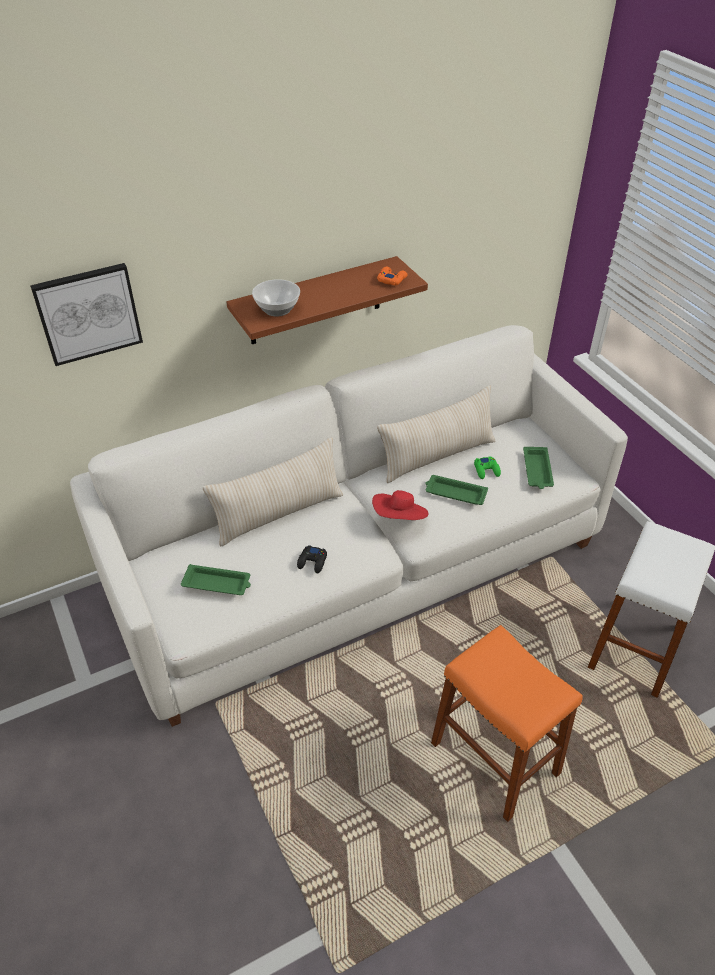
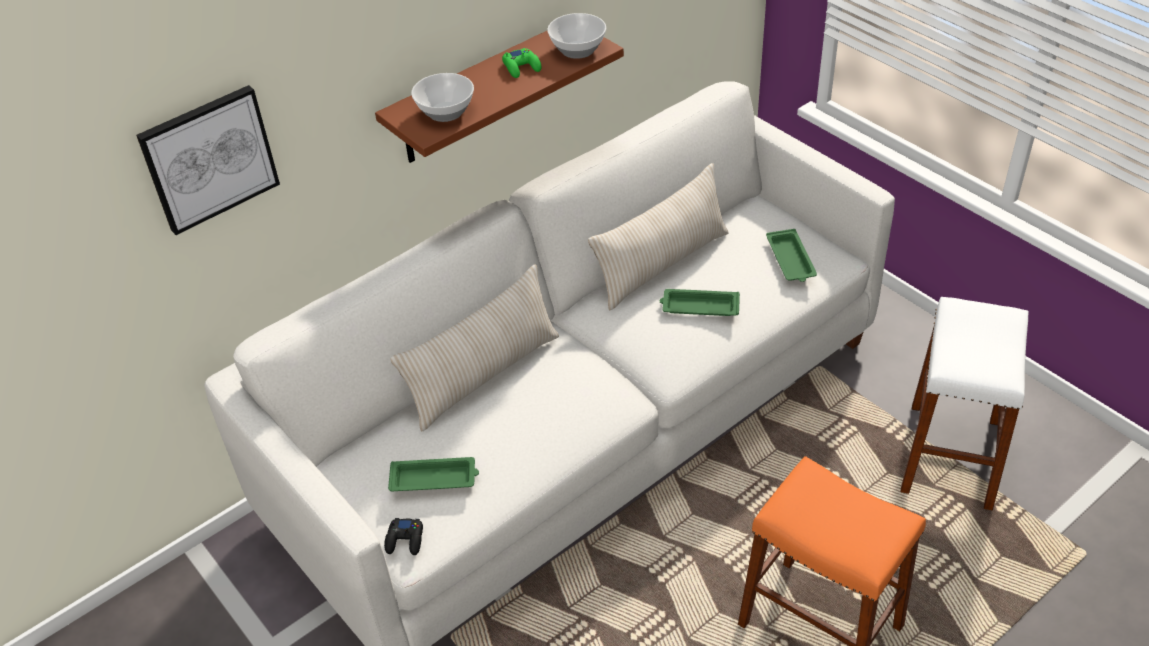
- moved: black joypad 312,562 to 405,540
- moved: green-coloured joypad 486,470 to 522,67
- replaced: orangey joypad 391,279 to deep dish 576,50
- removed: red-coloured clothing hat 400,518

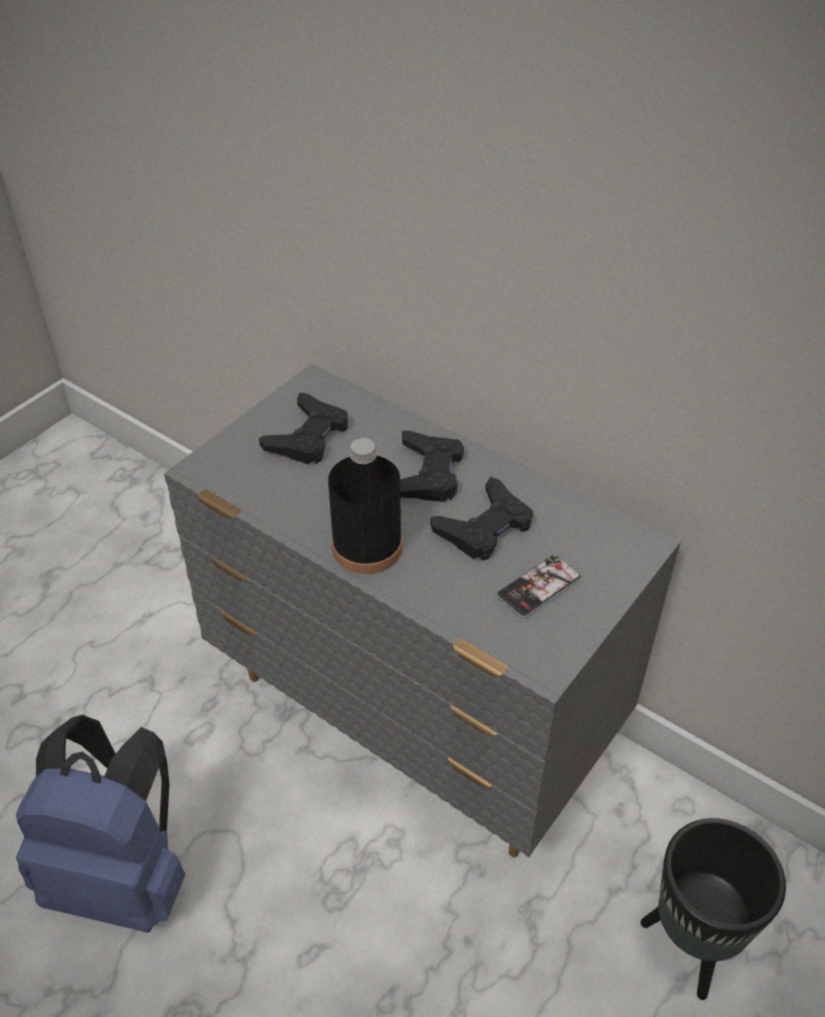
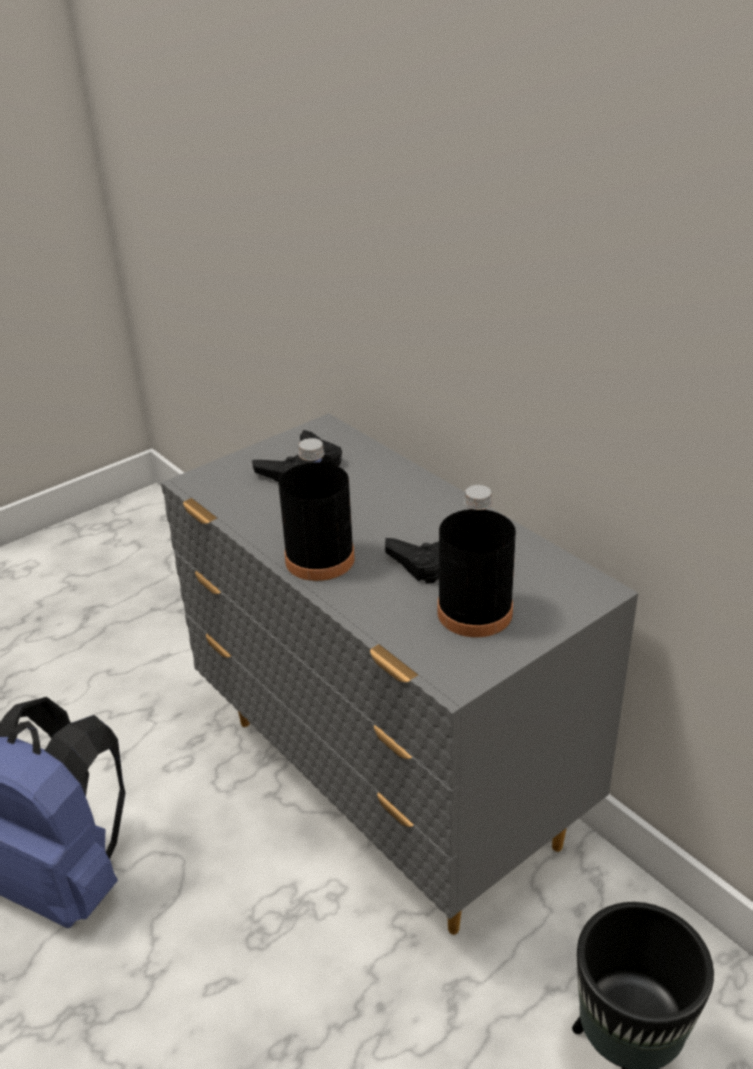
- replaced: telephone 539,587 to black drink bottle 474,612
- removed: black joypad 427,474

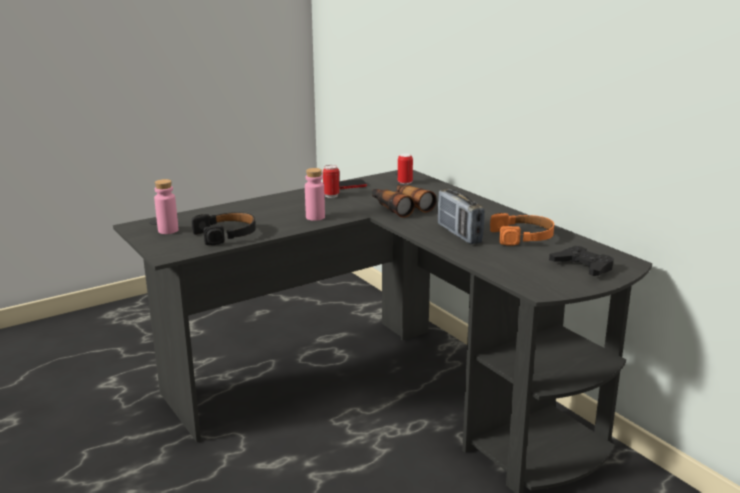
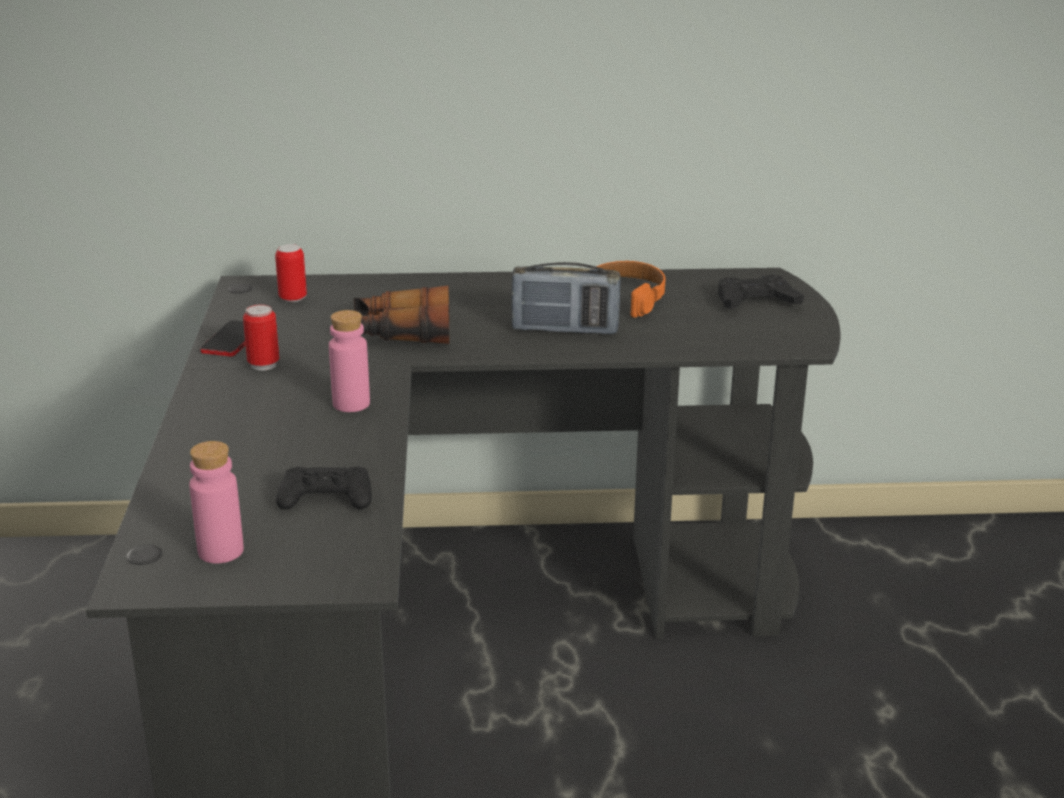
- replaced: black headset 226,234 to black joypad 326,497

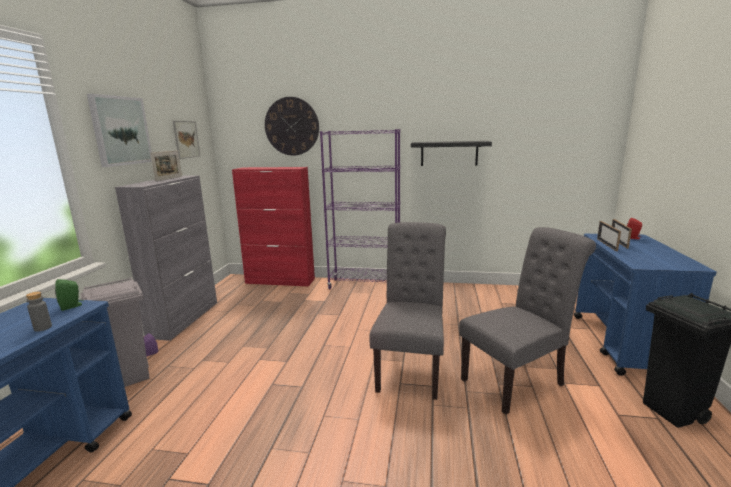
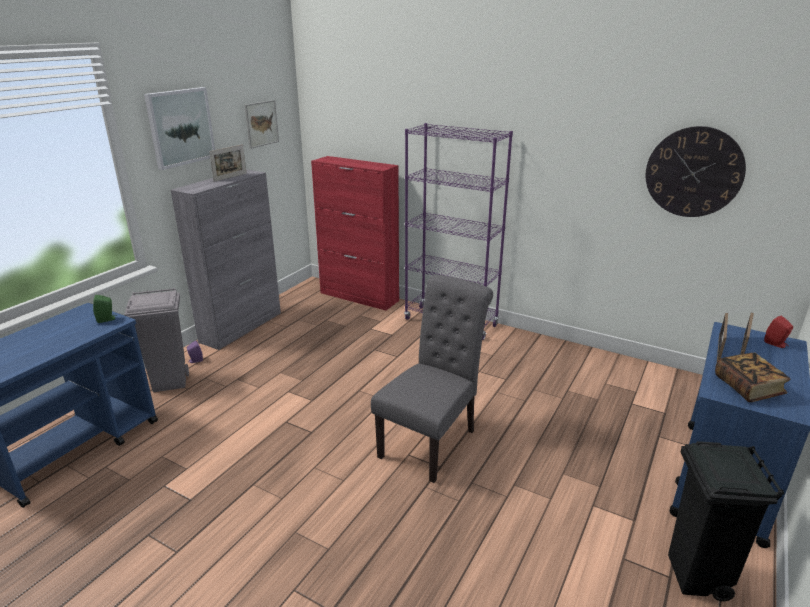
- moved: hanging clock 292,126 to 693,172
- added: bound book 747,388
- removed: gray drink bottle 43,328
- removed: black wall shelf 449,153
- removed: gray chair 517,381

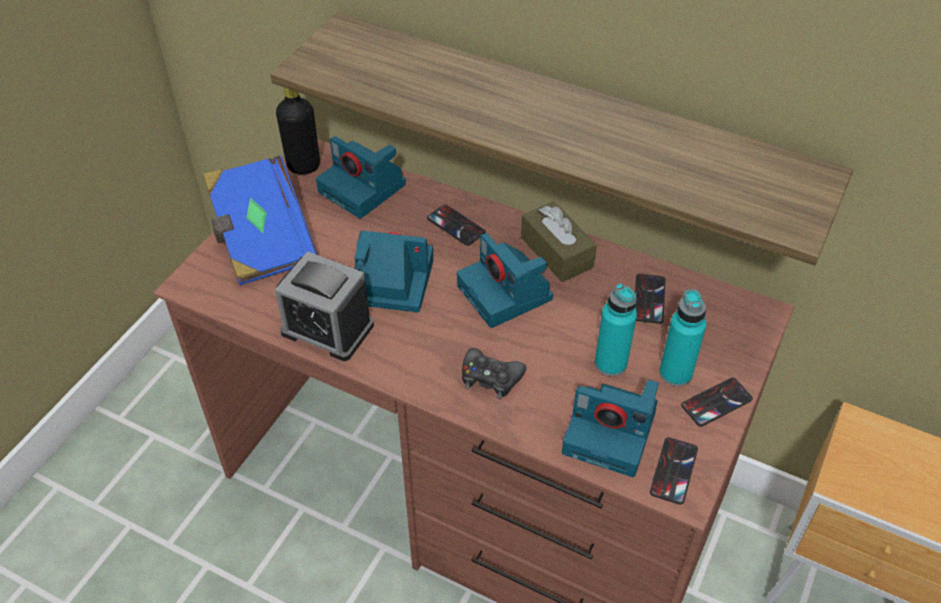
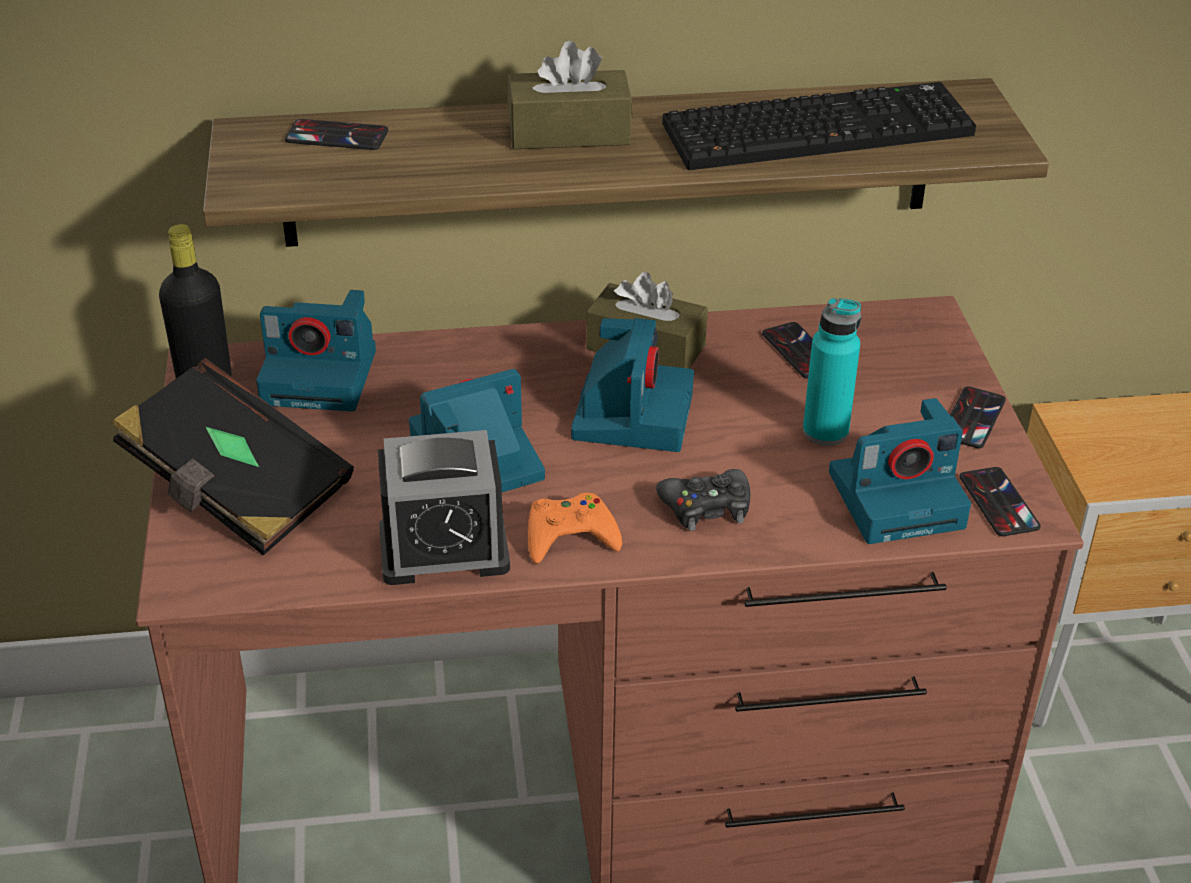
- recoloured: blue-coloured bound book 262,239 to black bound book 236,489
- moved: telephone 456,225 to 337,136
- added: brown tissue box 569,132
- added: orangey joypad 570,536
- turned: photo camera 506,293 = 632,414 105 degrees counterclockwise
- added: PC keyboard 819,128
- removed: turquoise drink bottle 675,373

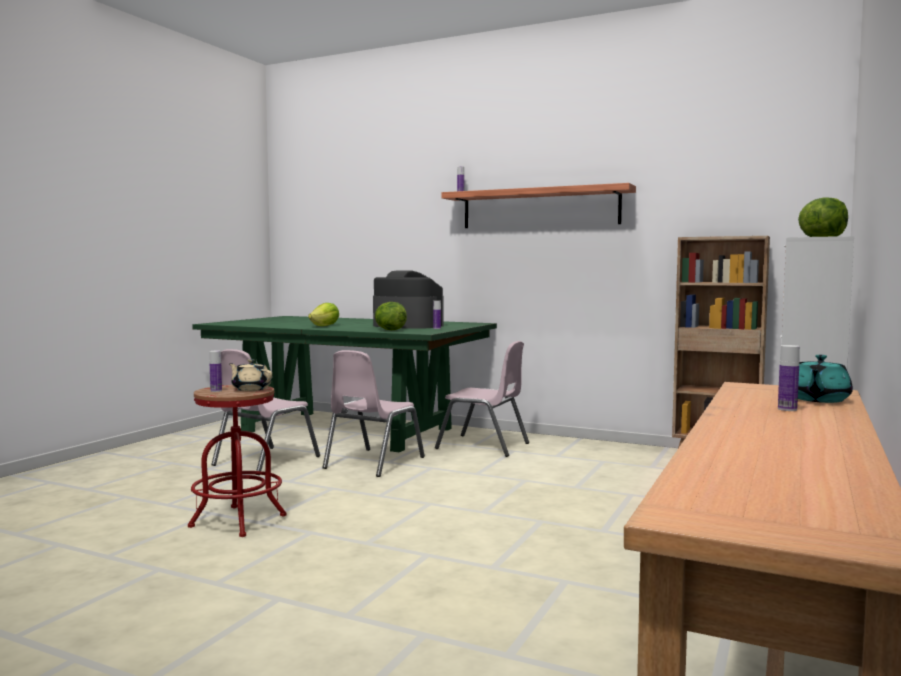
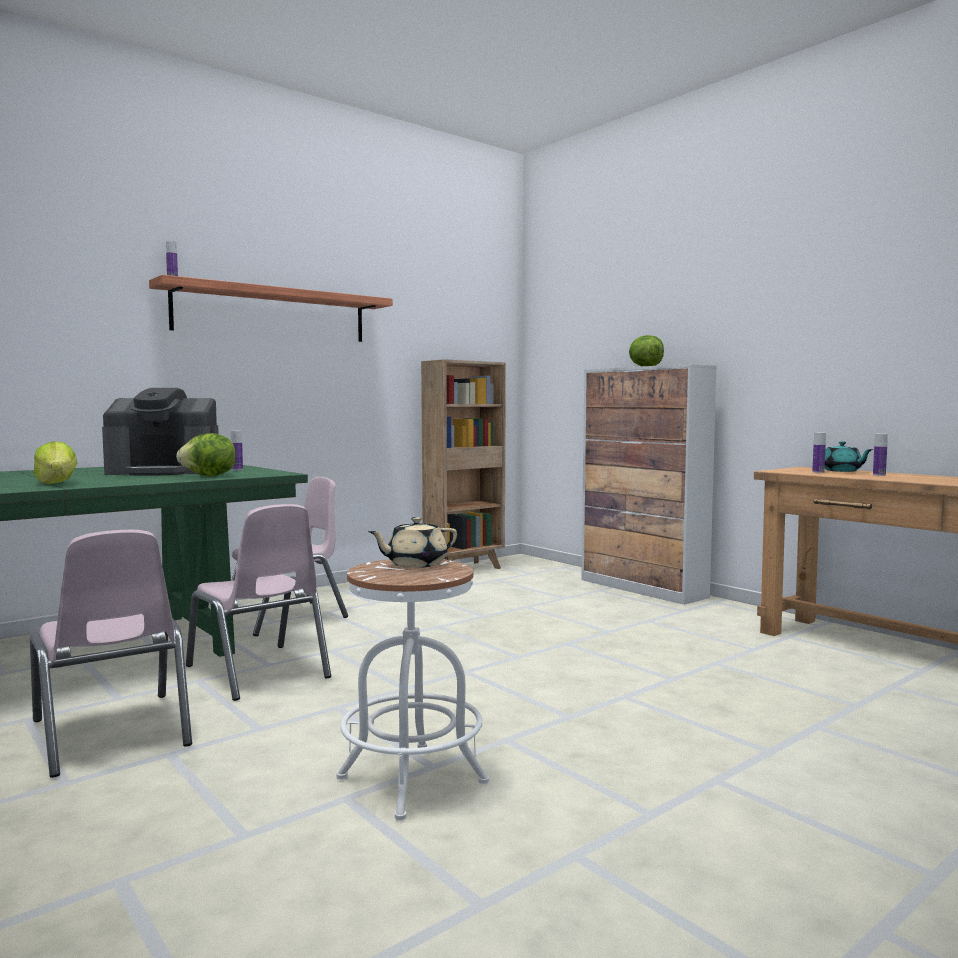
- turned: coffee machine 407,326 = 165,471 150 degrees counterclockwise
- recoloured: red-coloured stool 238,521 to white stool 412,780
- moved: drink bottle 216,391 to 818,472

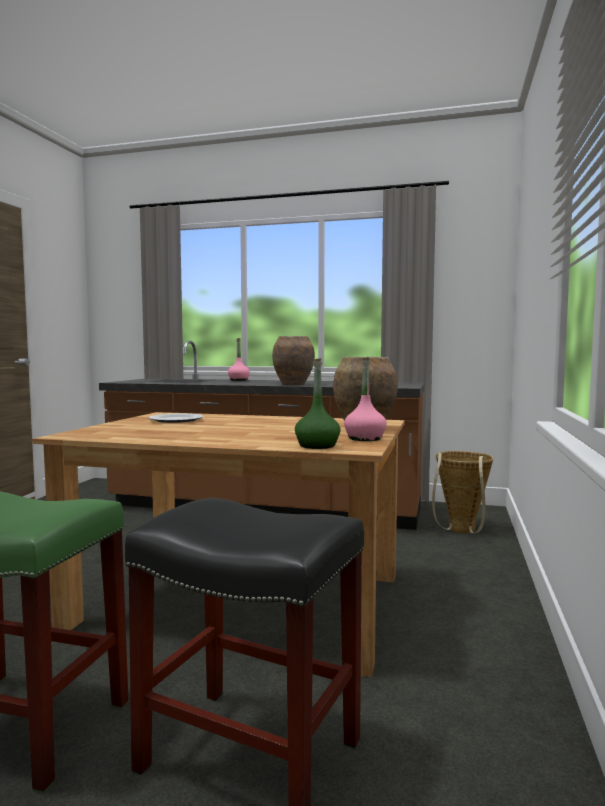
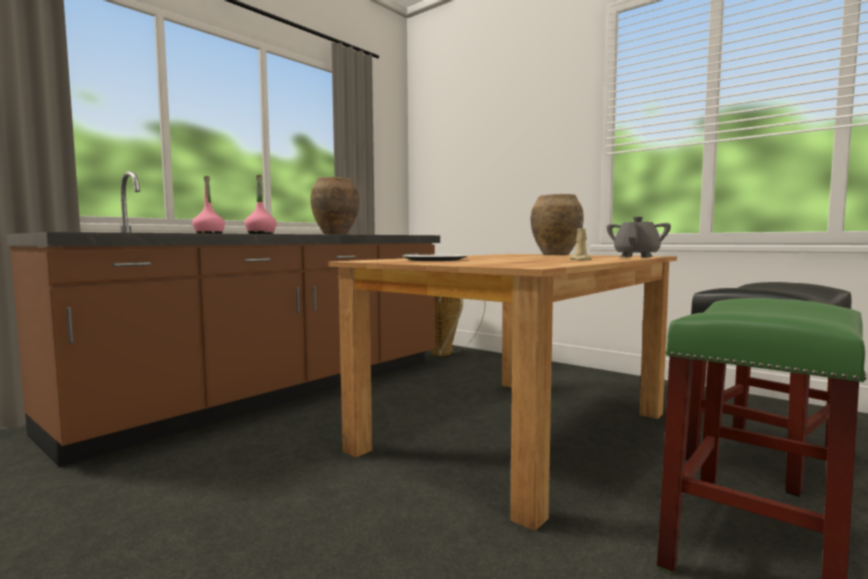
- moved: pink-coloured drink bottle 364,438 to 260,234
- added: sand-coloured wax candle 581,260
- replaced: green-coloured drink bottle 317,446 to gray pot for tea 636,256

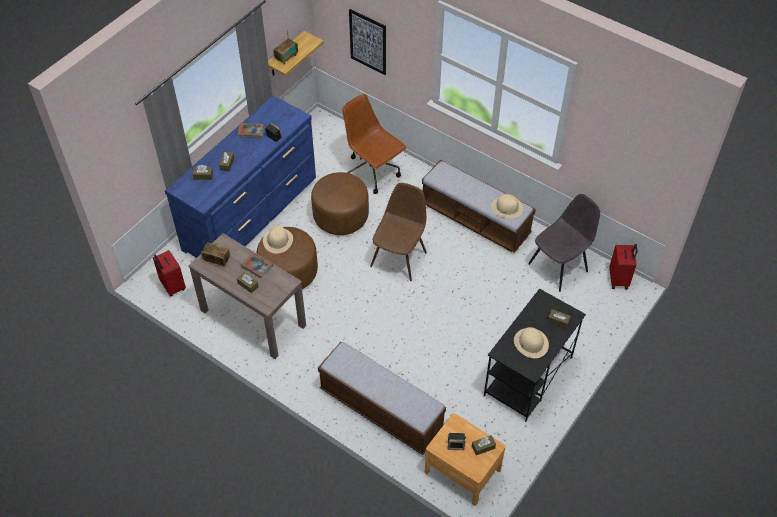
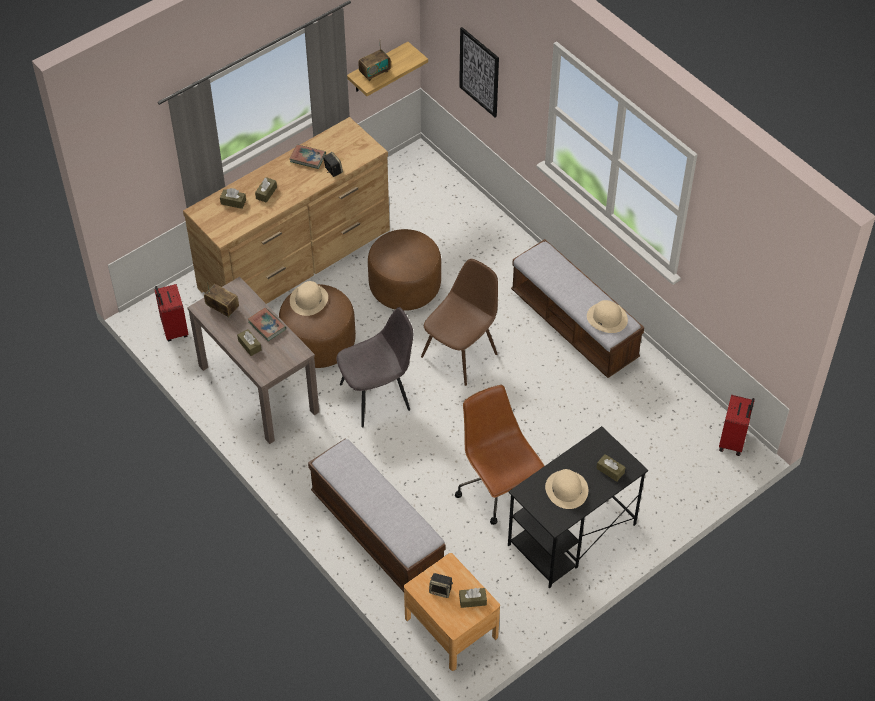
- recoloured: blue-coloured dresser 251,213 to brown dresser 296,259
- moved: gray chair 559,267 to 377,396
- moved: brown computer chair 373,173 to 498,490

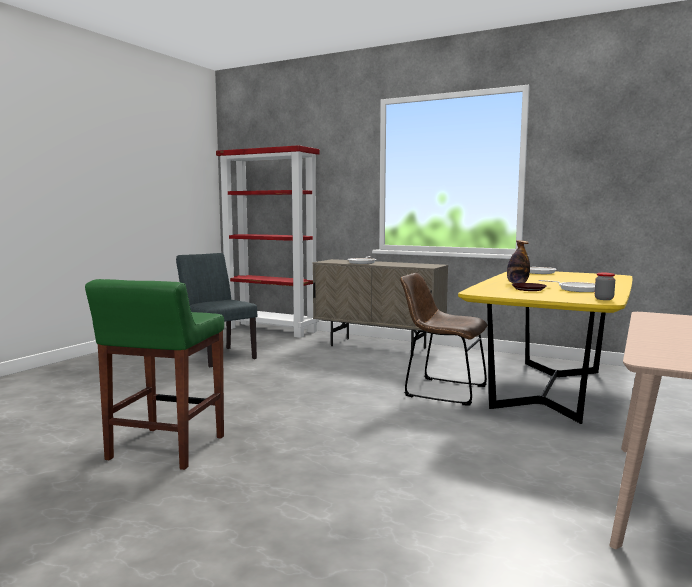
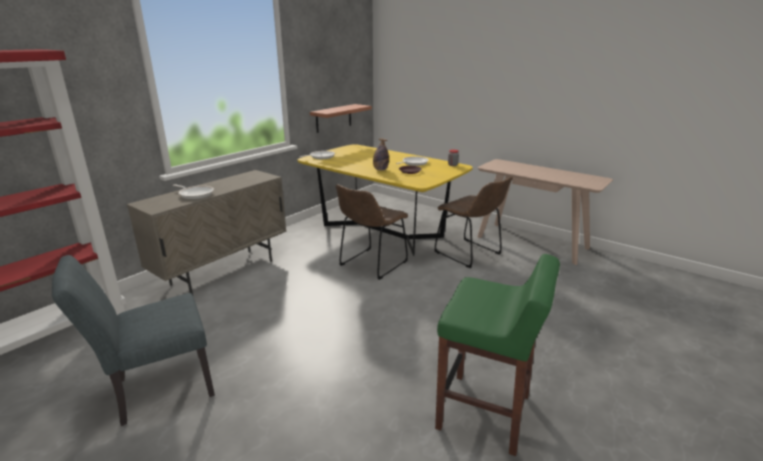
- added: wall shelf 333,118
- added: brown chair 470,254

